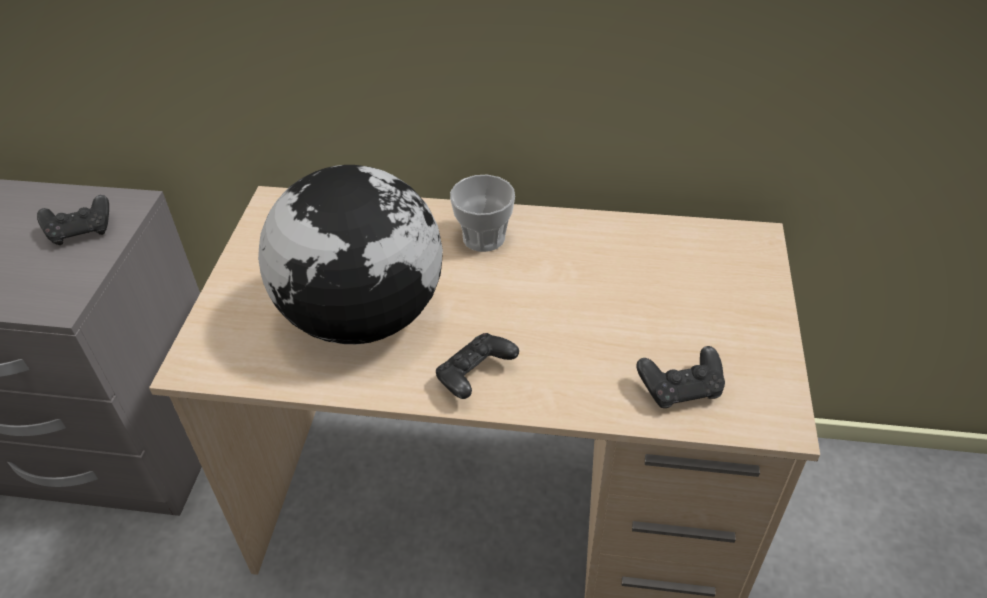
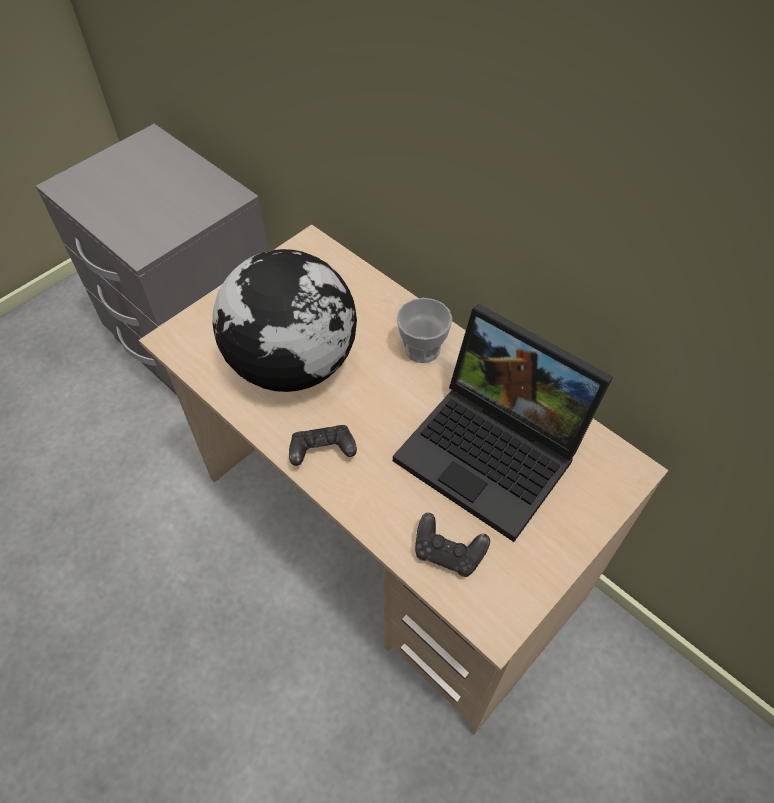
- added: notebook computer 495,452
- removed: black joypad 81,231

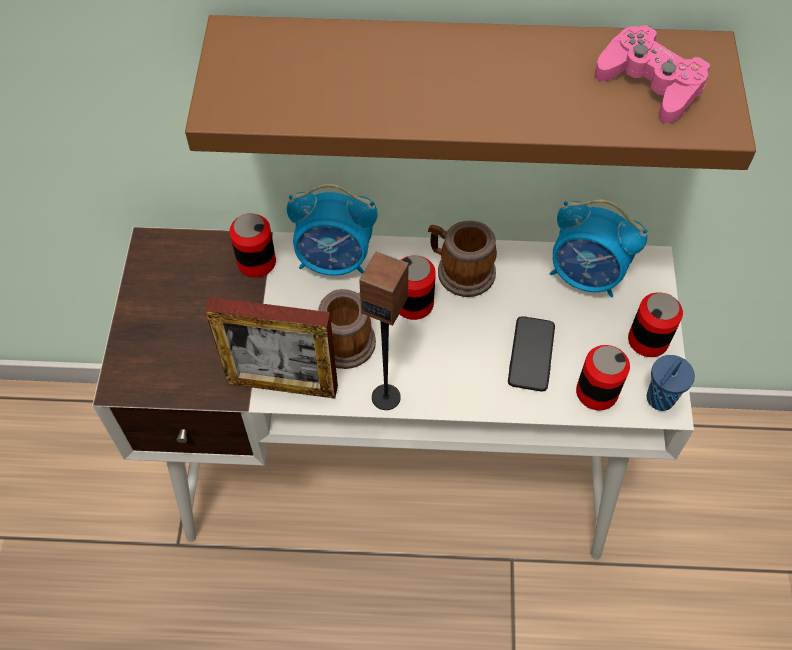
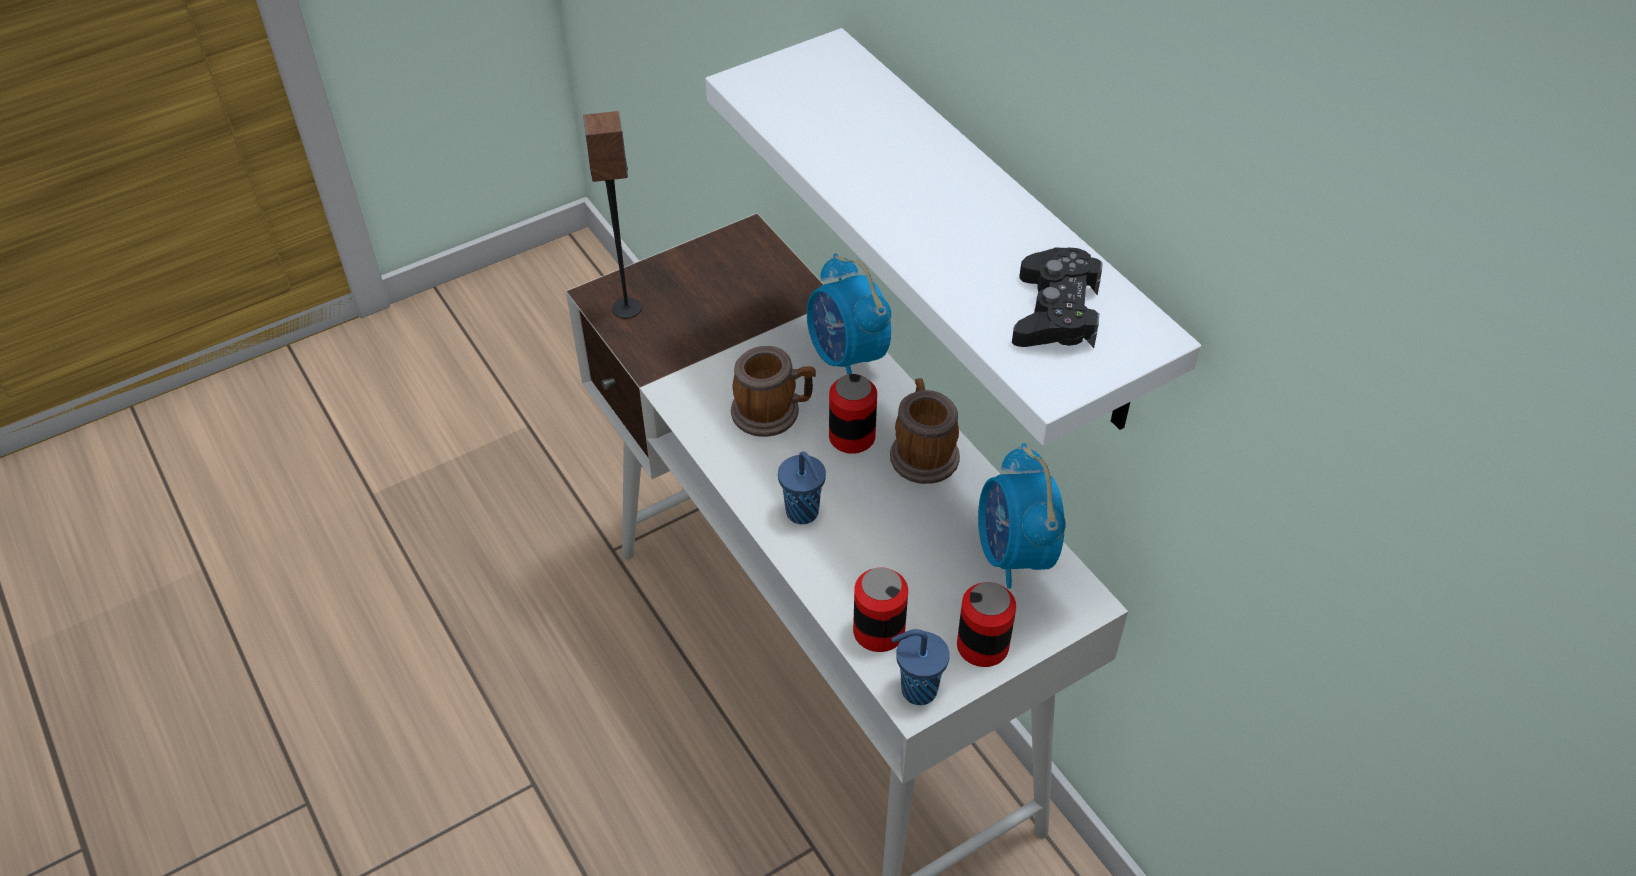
- moved: audio speaker 386,396 to 627,308
- recoloured: brown wall shelf 465,79 to white wall shelf 994,234
- added: blue-coloured small cup 803,514
- recoloured: pink-coloured joypad 650,83 to black joypad 1055,312
- removed: standing frame 282,384
- removed: metal can 256,262
- removed: telephone 531,354

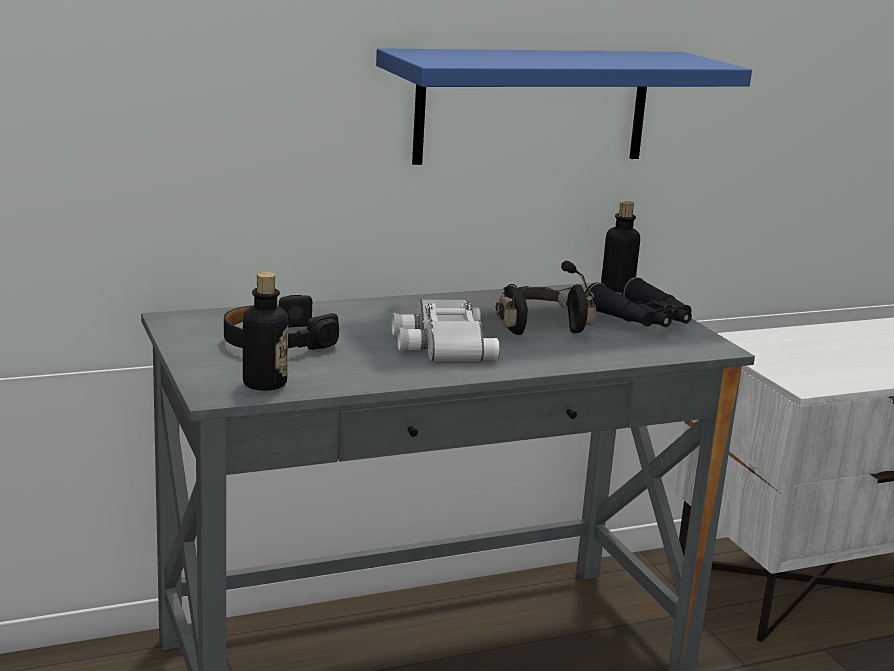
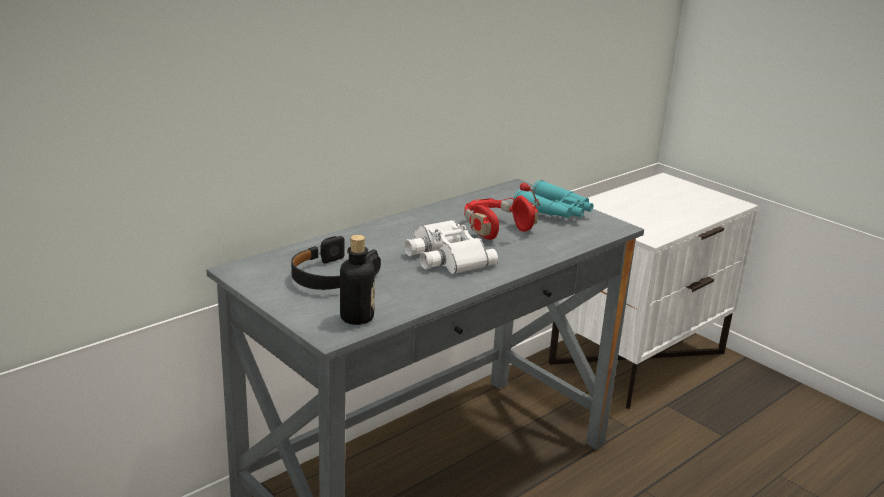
- recoloured: black headset 538,325 to red-coloured headset 495,228
- recoloured: black pair of binoculars 642,320 to turquoise pair of binoculars 555,212
- removed: blue-coloured wall shelf 533,106
- removed: drink bottle 617,288

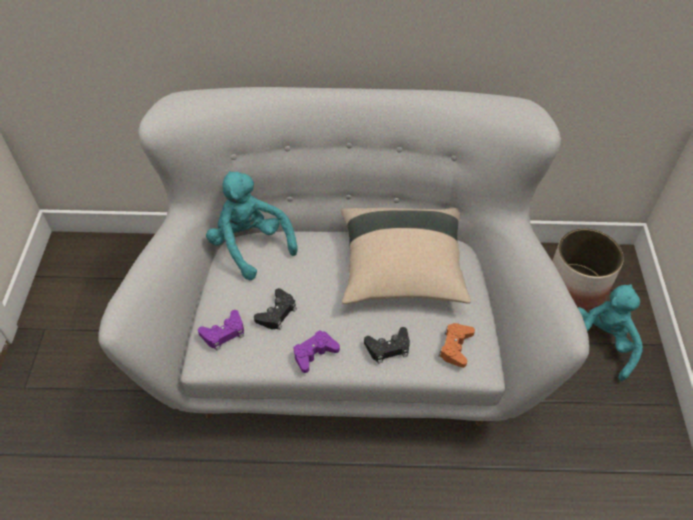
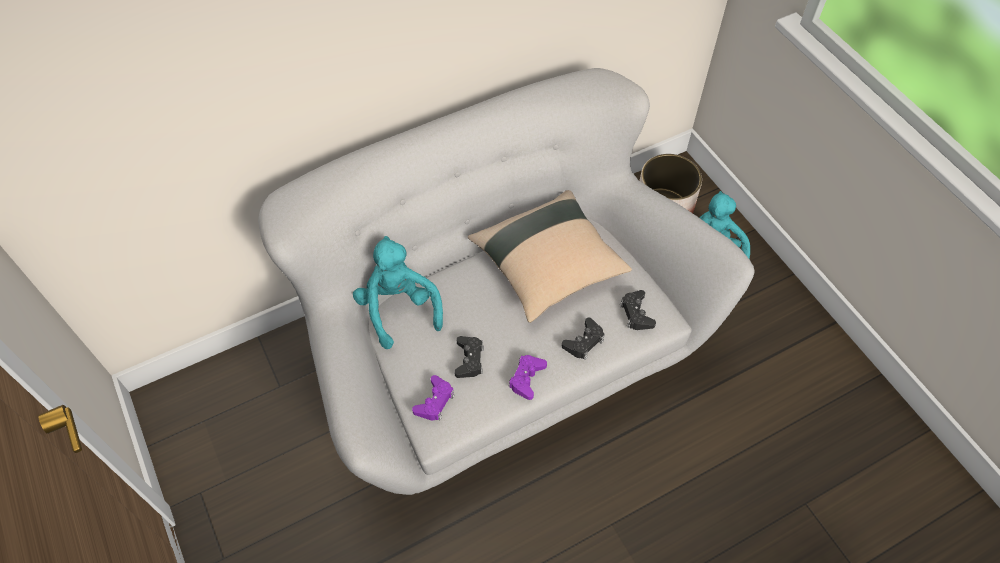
- turned: turquoise cuddly toy 250,245 = 398,308 45 degrees clockwise
- recoloured: orangey joypad 455,347 to black joypad 636,313

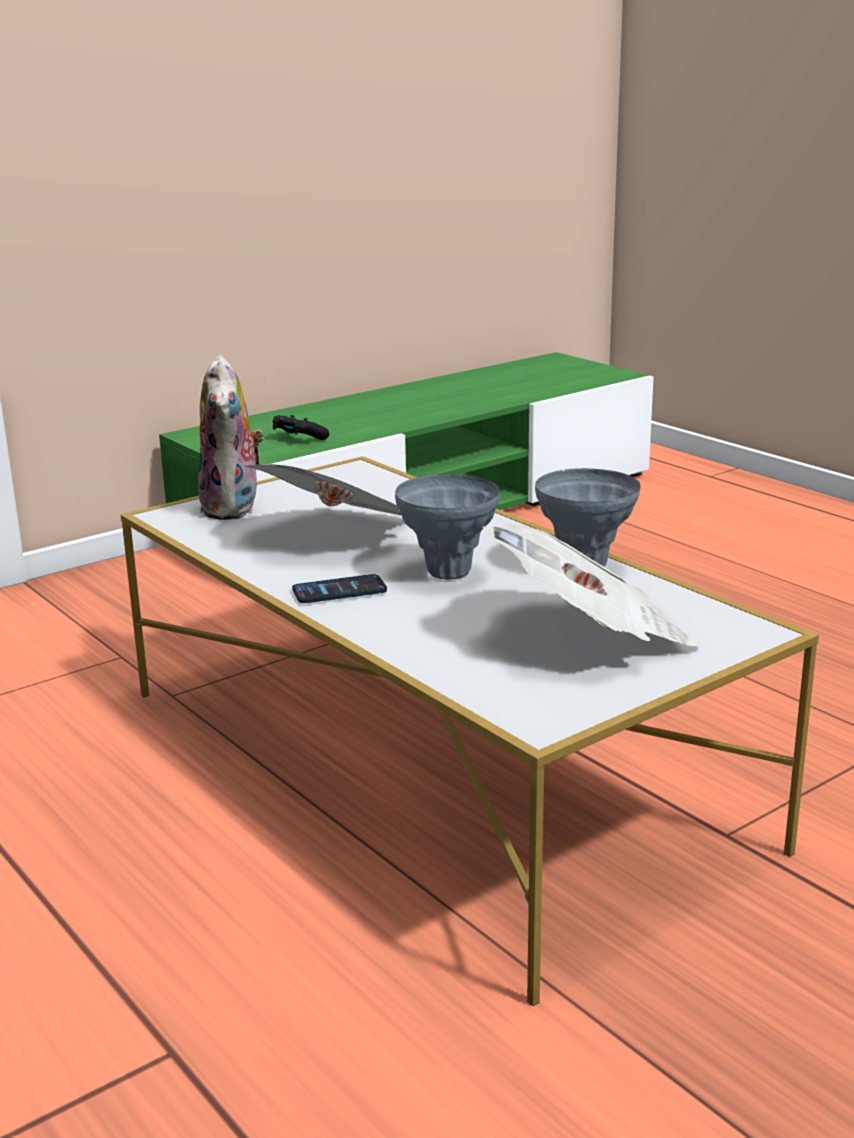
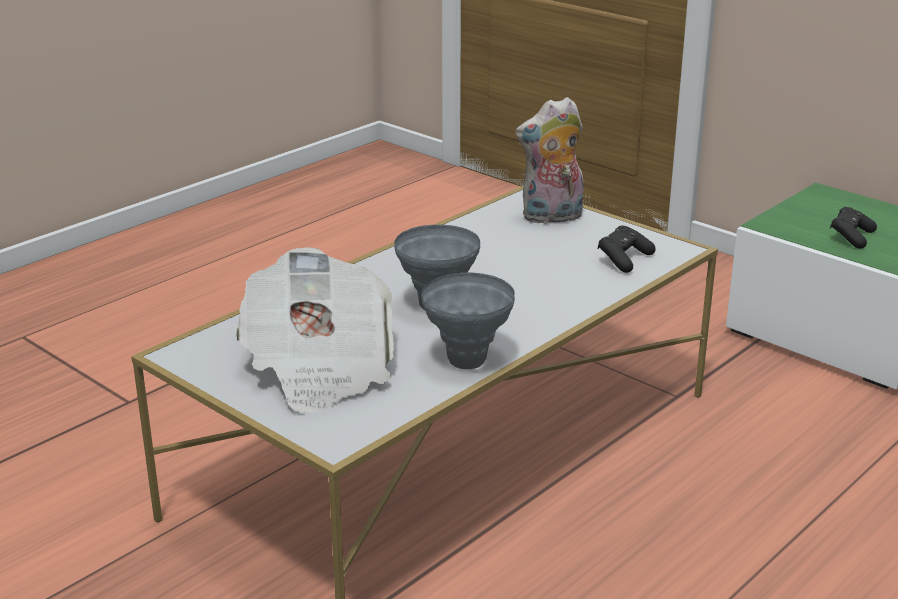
- added: black joypad 624,259
- removed: daily paper 339,535
- removed: telephone 339,591

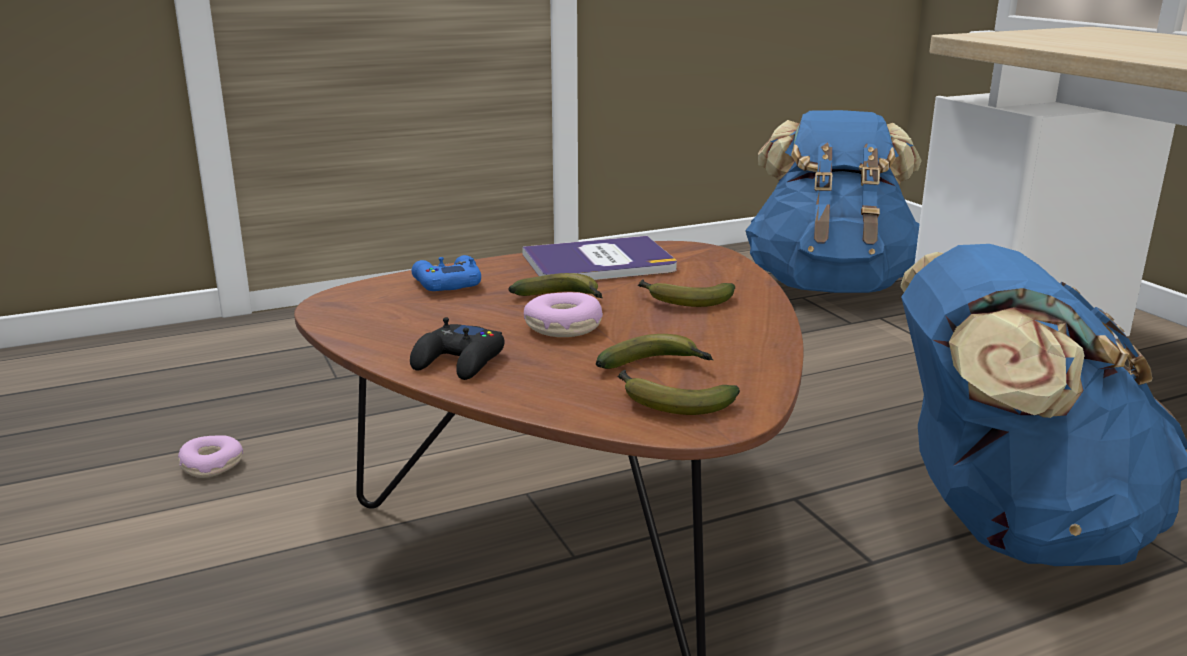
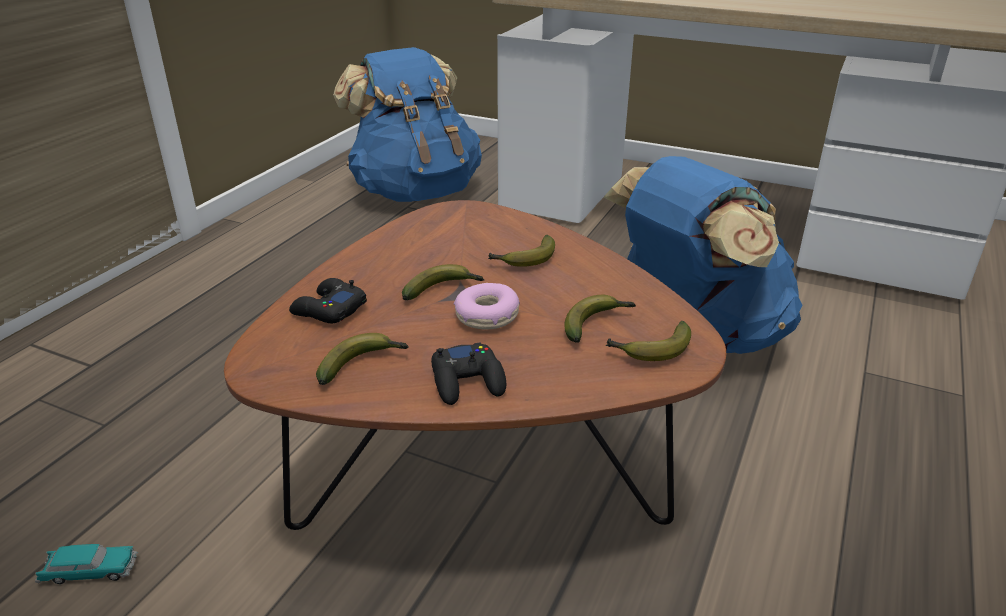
- replaced: doughnut 211,465 to miniature car 90,571
- recoloured: blue-coloured joypad 446,283 to black joypad 328,310
- added: whole banana 362,365
- removed: bound book 599,263

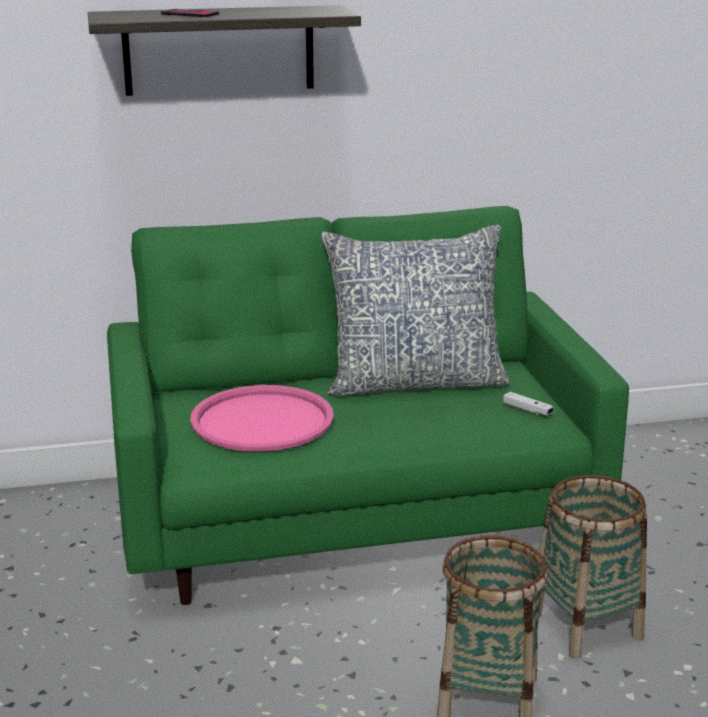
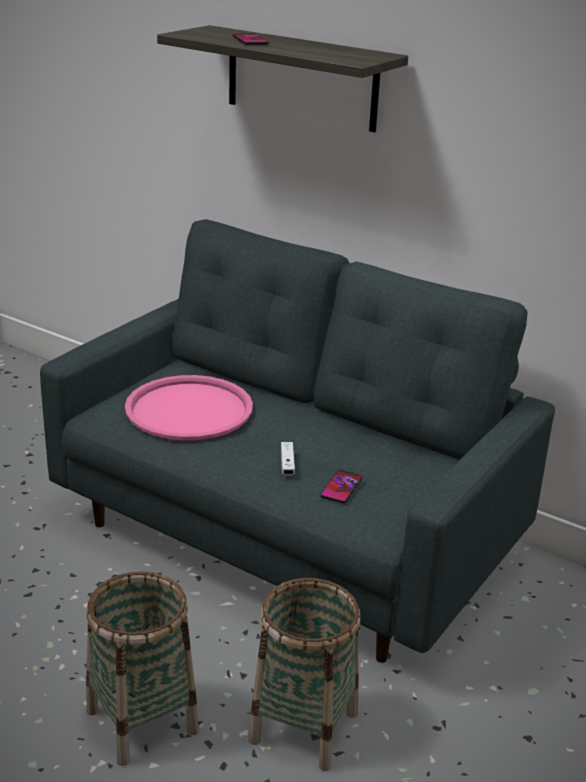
- recoloured: green-coloured settee 355,523 to gray settee 287,539
- moved: white joypad 527,410 to 287,464
- added: telephone 341,487
- removed: cushion 414,382

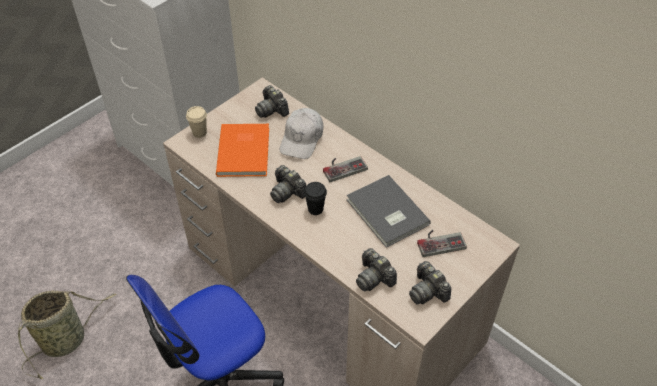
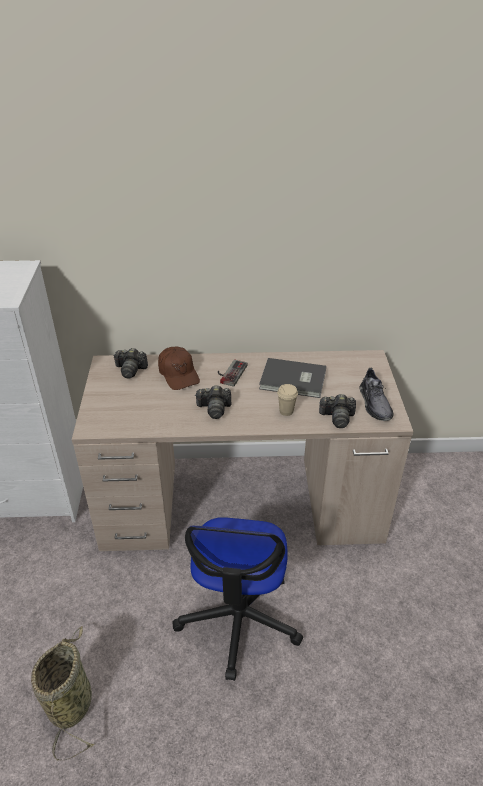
- recoloured: white peaked cap 302,139 to brown peaked cap 178,374
- moved: sand-coloured small cup 199,133 to 286,411
- replaced: photo camera 428,291 to gray low shoe 374,403
- removed: orangey bound book 245,151
- removed: black small cup 315,209
- removed: joypad 439,241

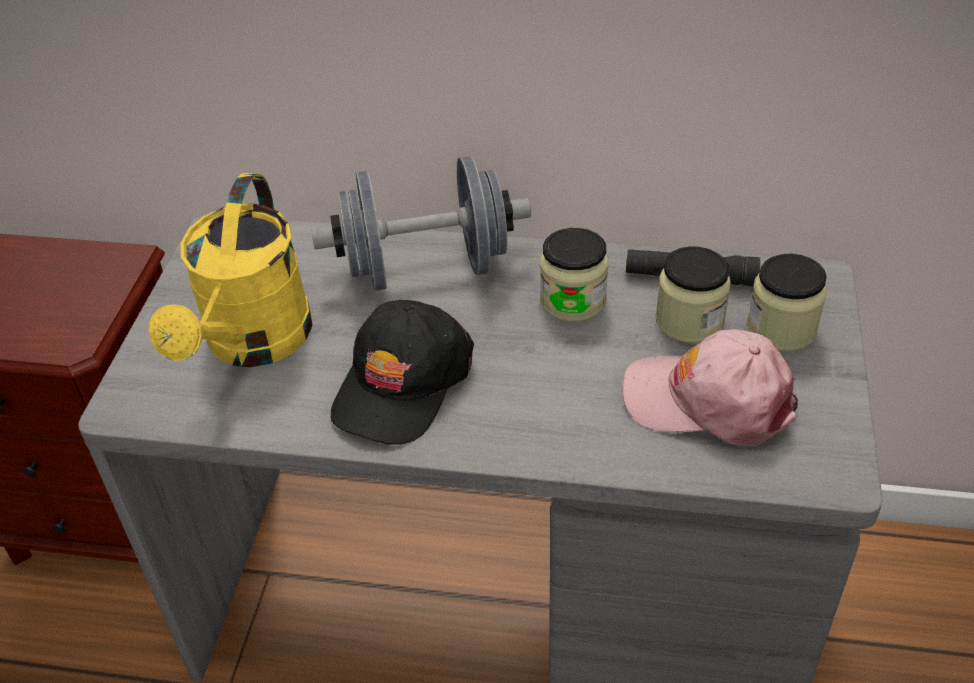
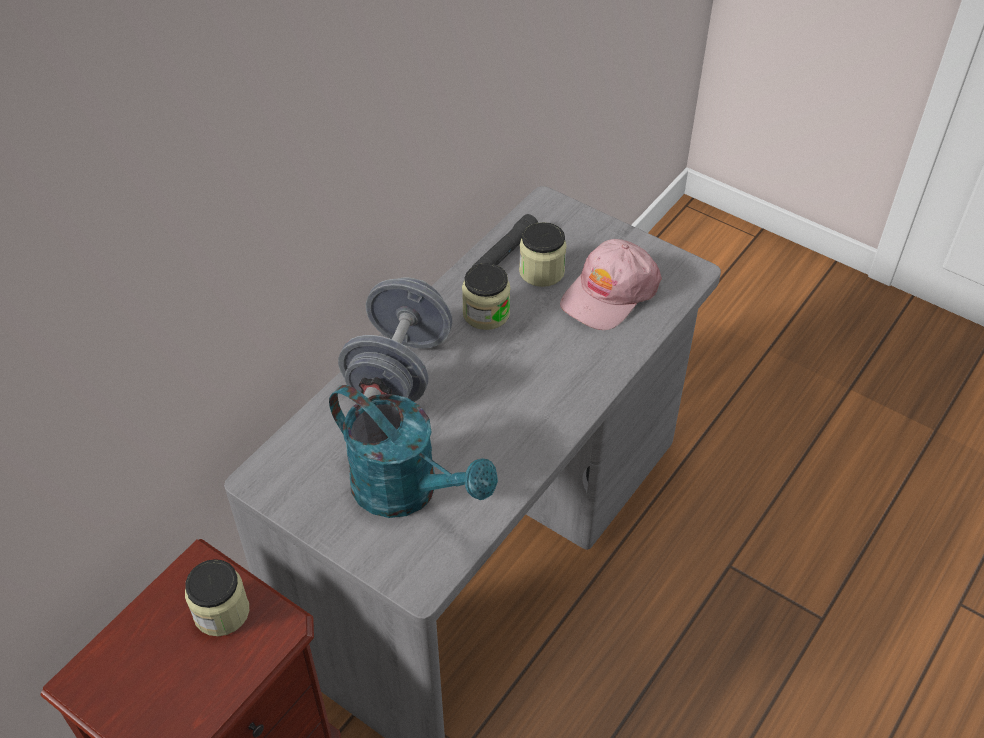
- moved: preserve jar 781,328 to 221,612
- recoloured: yellow watering can 252,344 to turquoise watering can 408,491
- removed: black peaked cap 402,383

